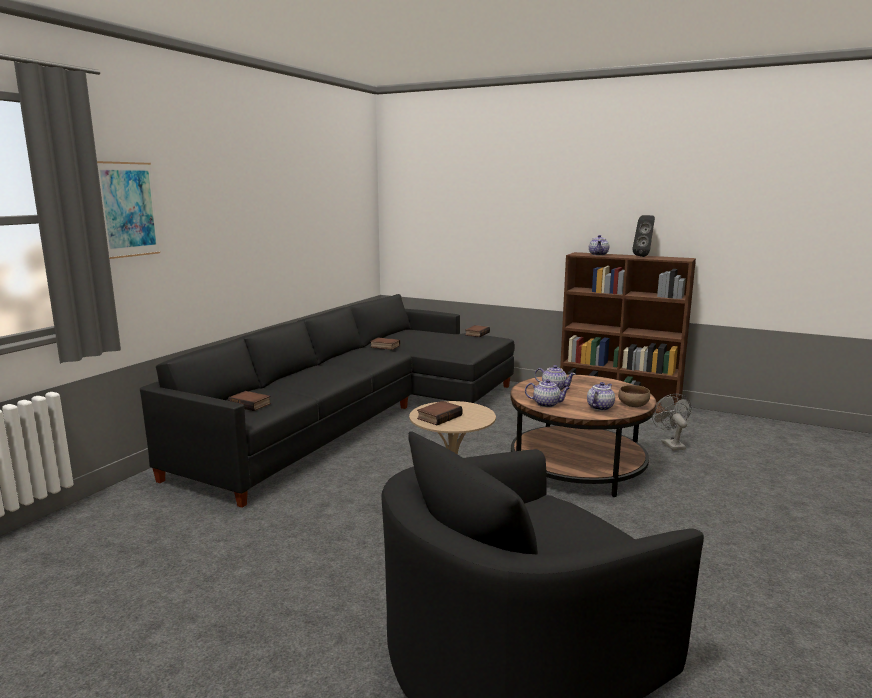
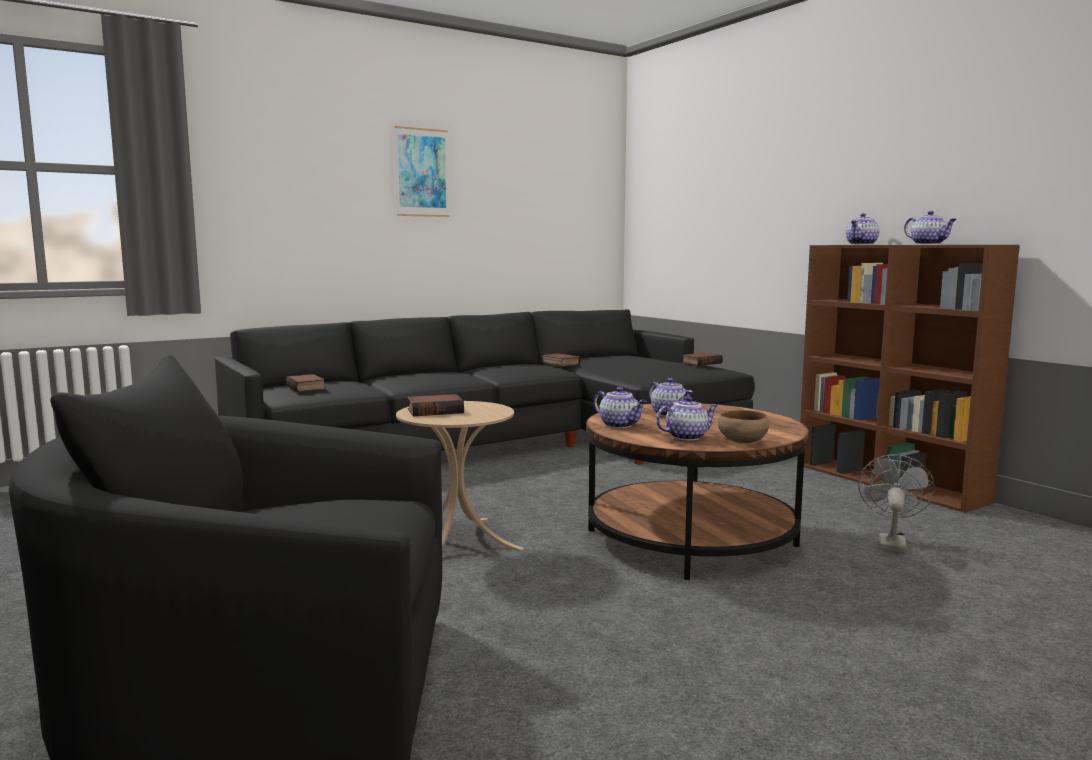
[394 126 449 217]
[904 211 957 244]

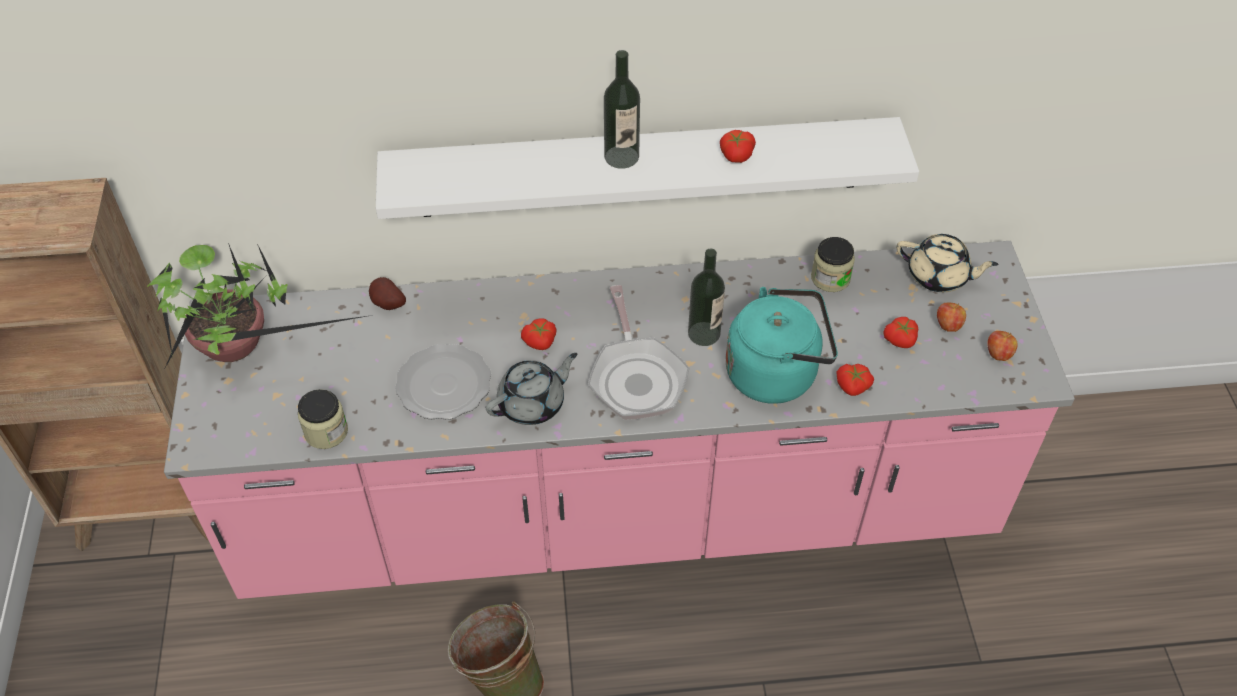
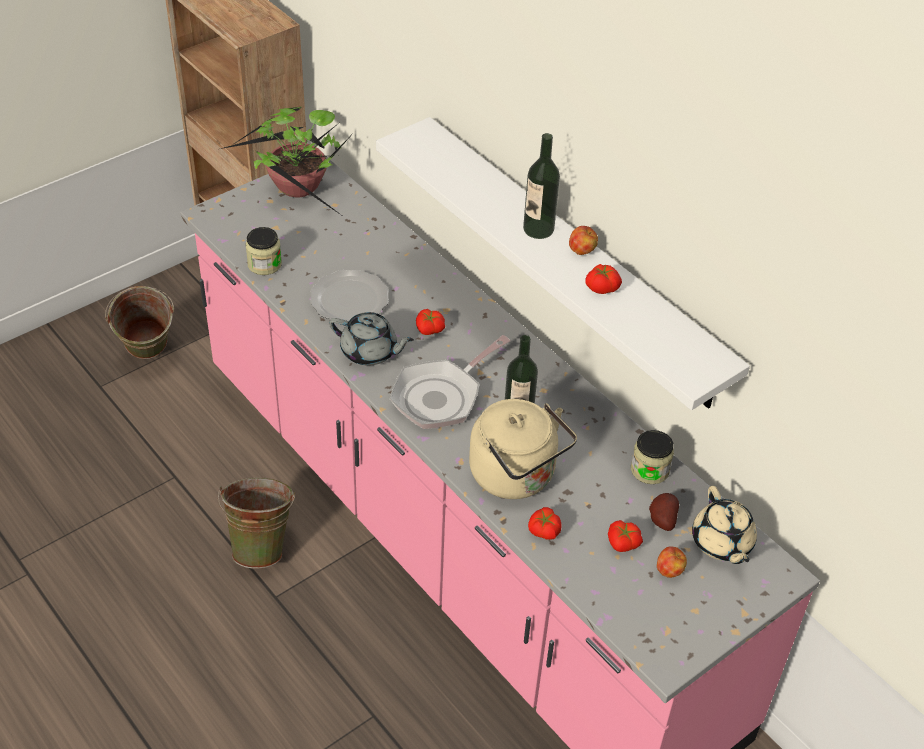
[649 493 679 531]
[469 399 577 499]
[569 226 598 255]
[105 286 174 359]

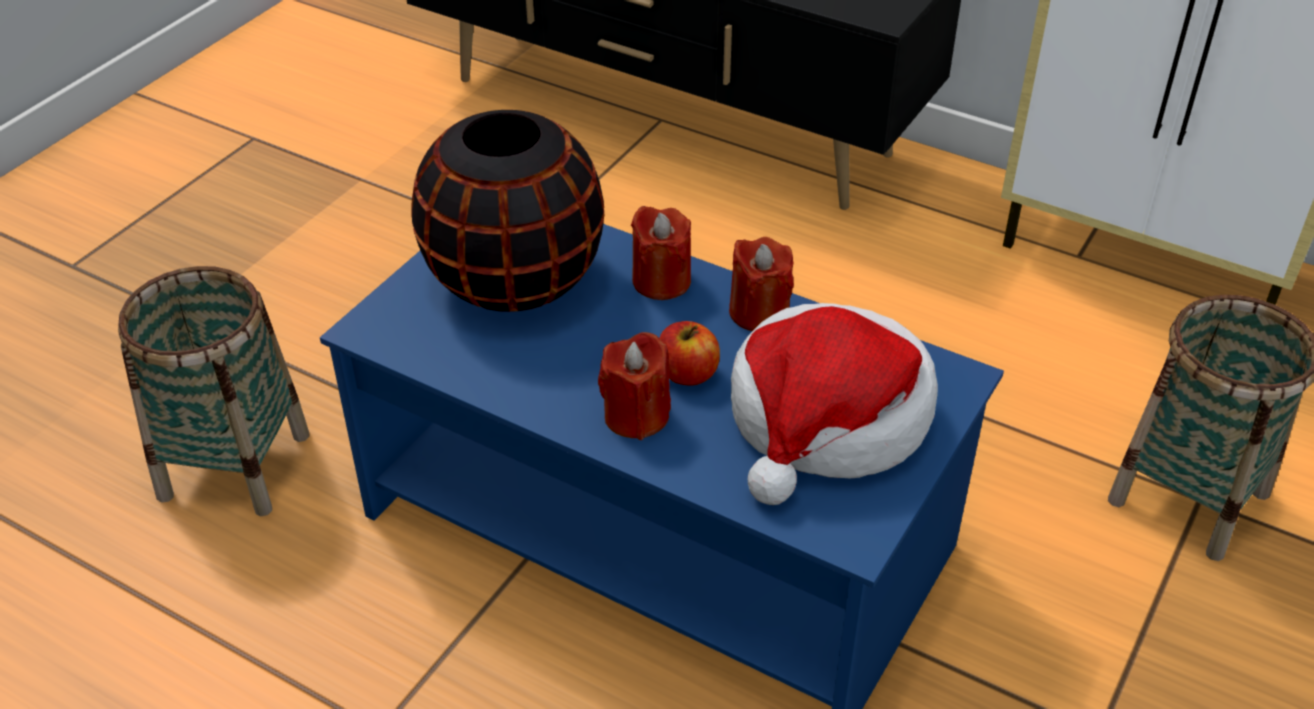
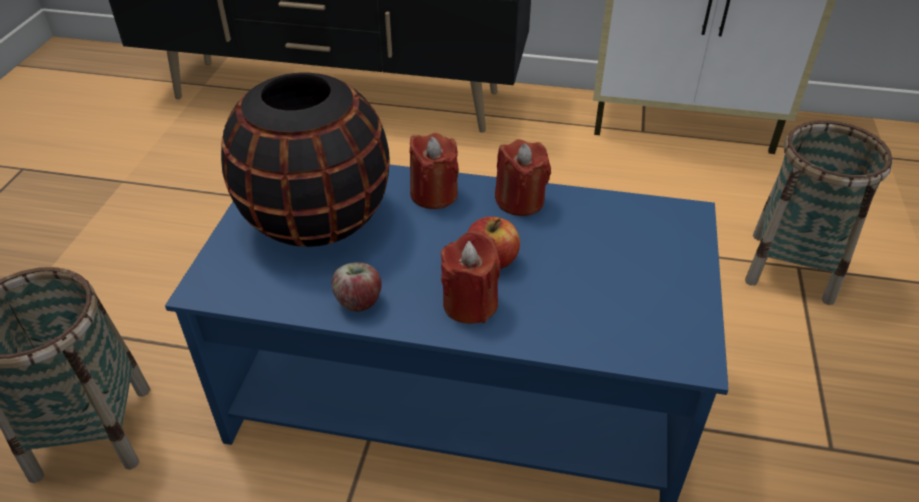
[731 303 938 505] (first image)
[332 262 382 312]

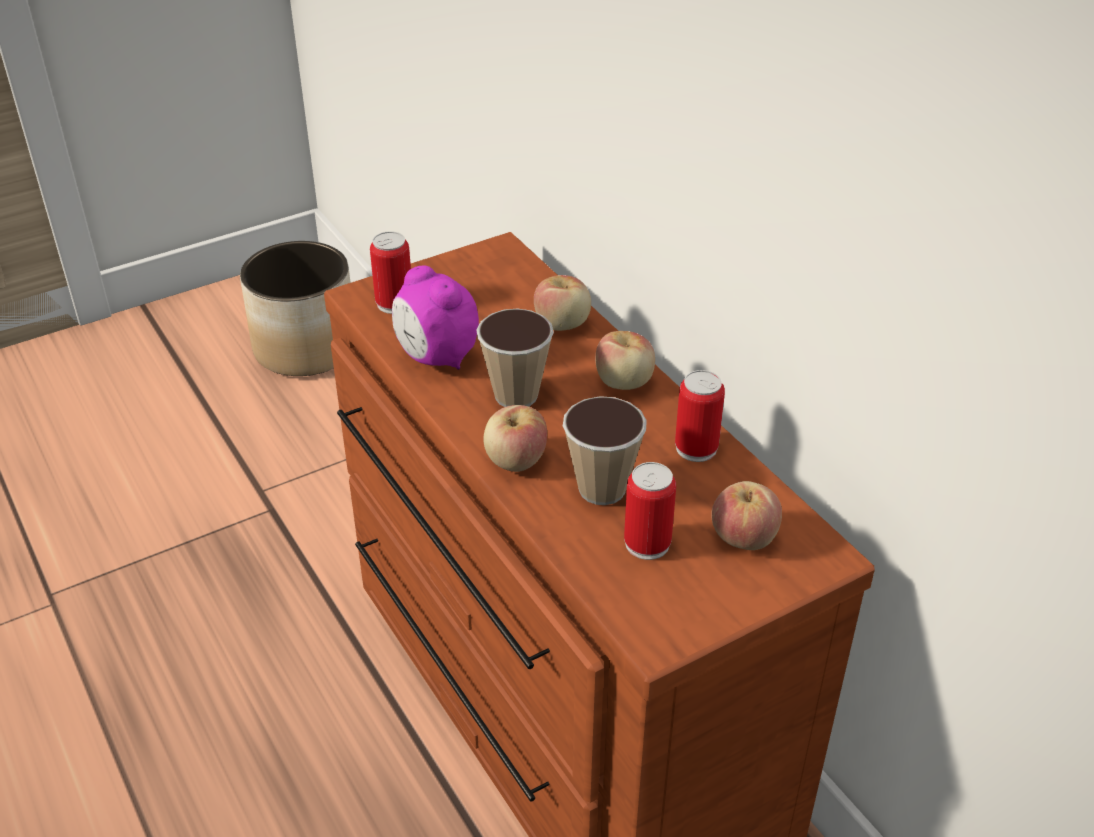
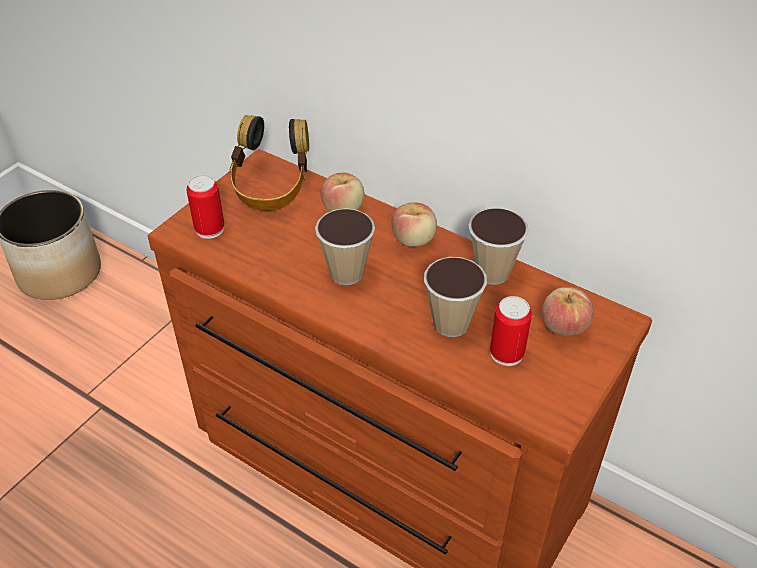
[392 266 479 370] (first image)
[483 405 547 472] (first image)
[469 208 529 285]
[230 115 309 211]

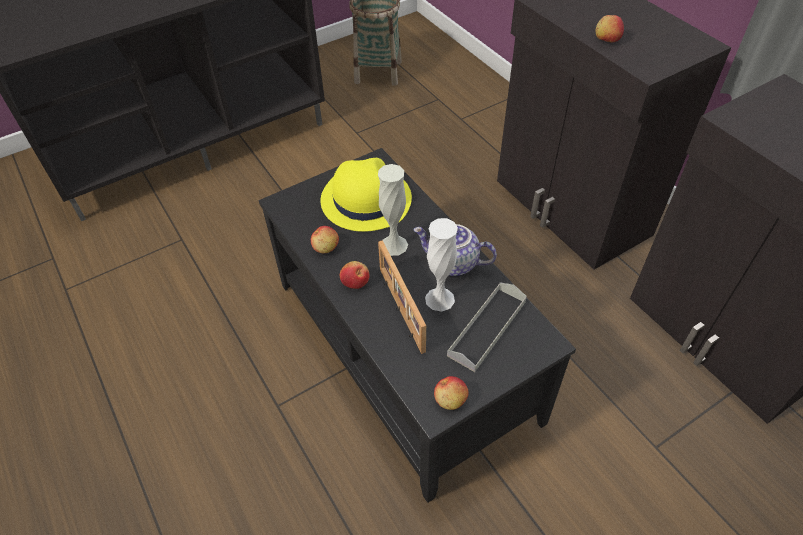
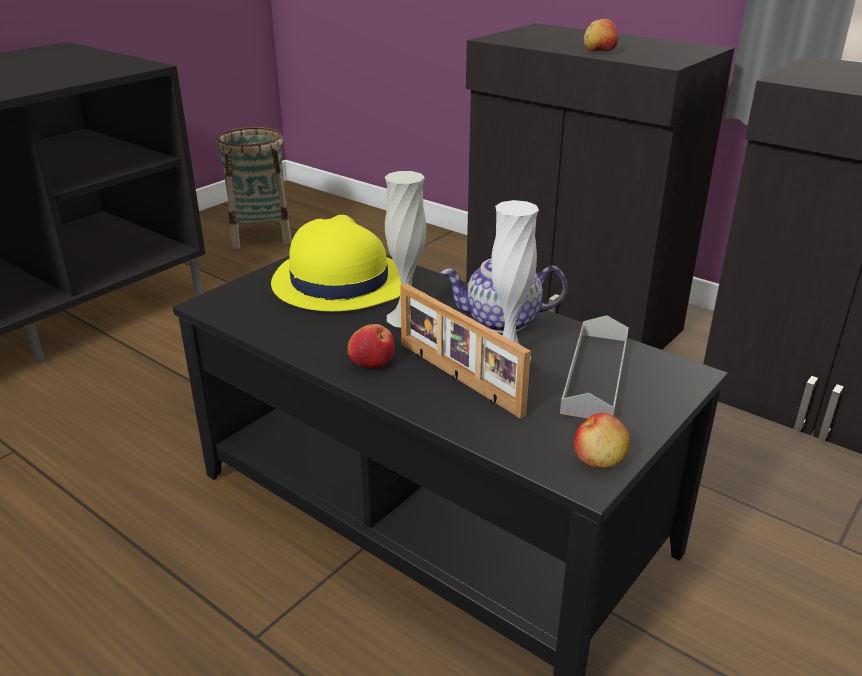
[311 226 339 253] (first image)

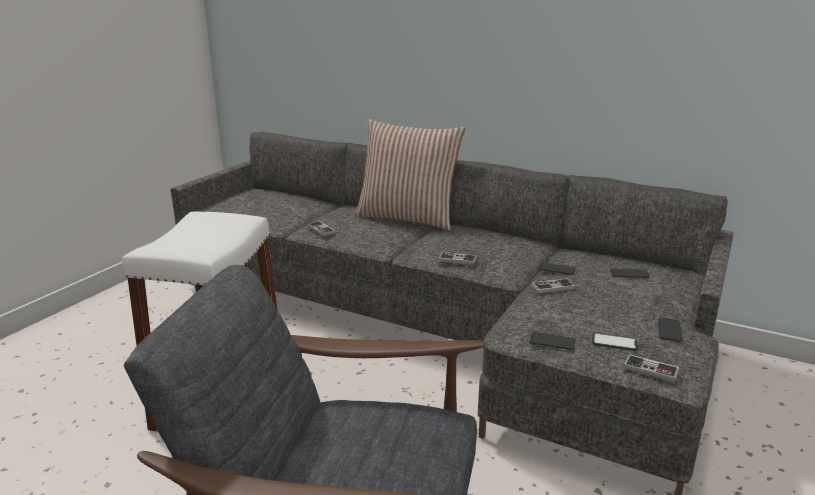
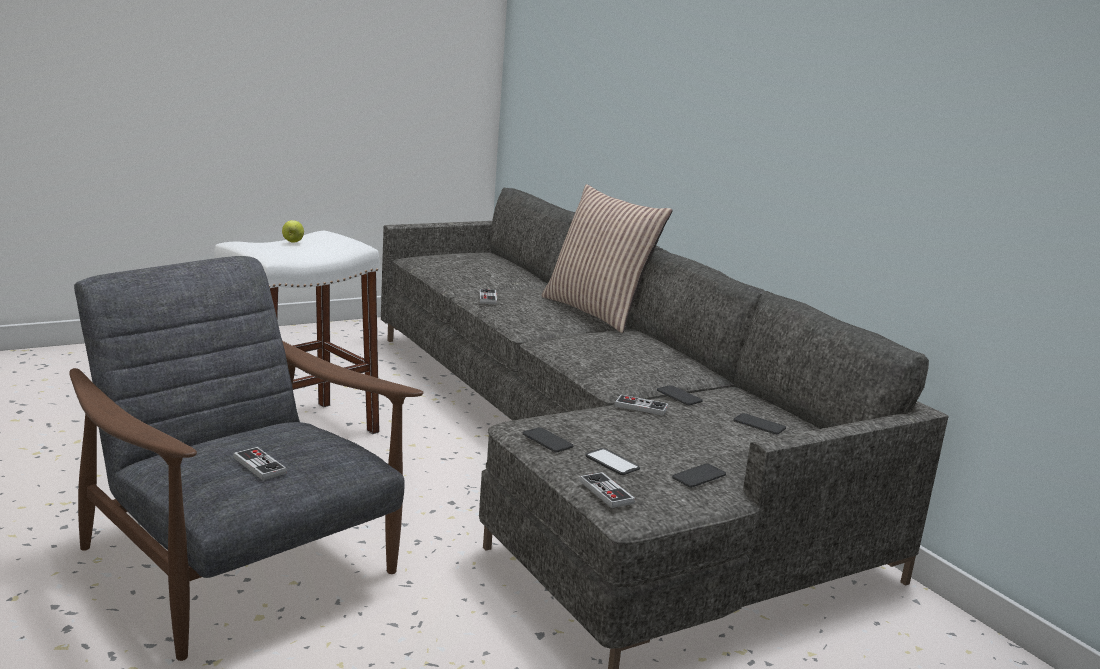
[233 447 287 480]
[282 220 304 243]

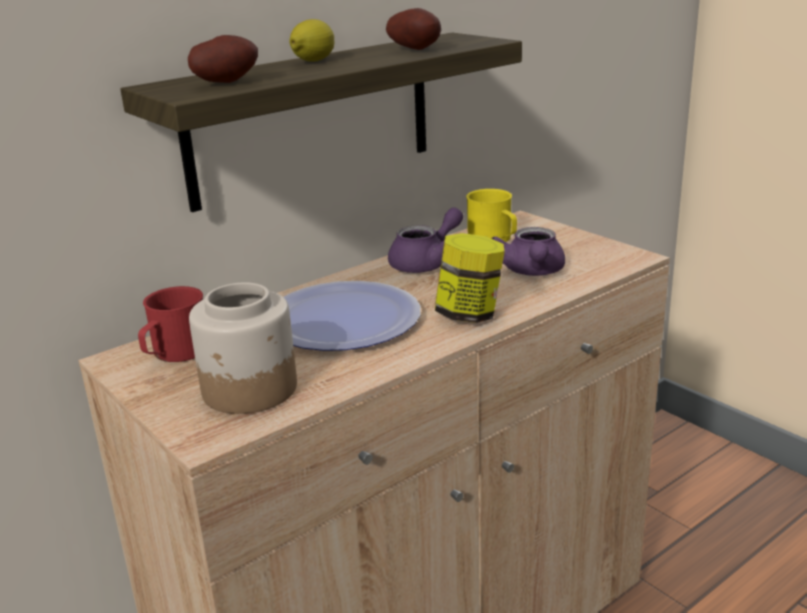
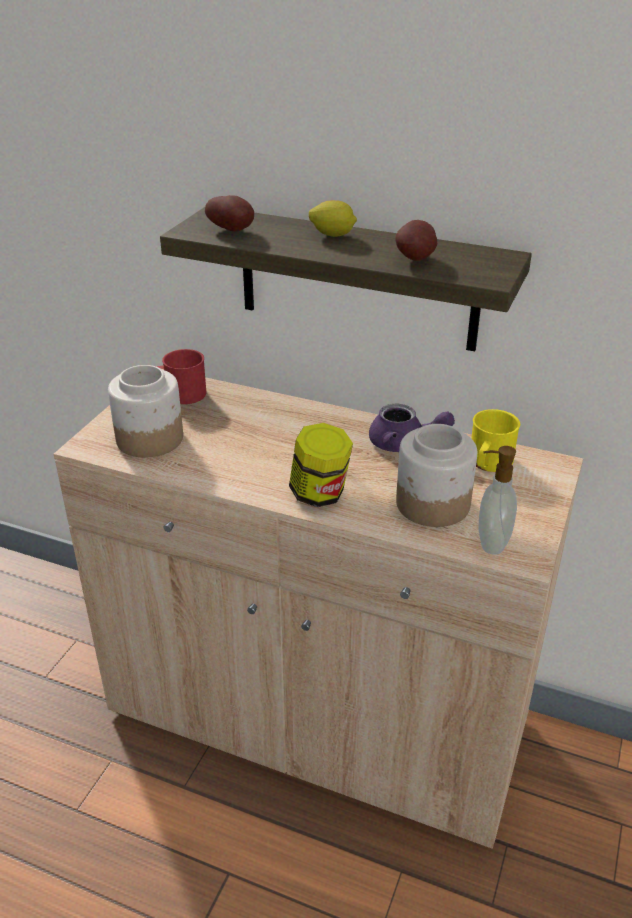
[284 281 421 351] (first image)
[396 424 477 527]
[478 446 517 555]

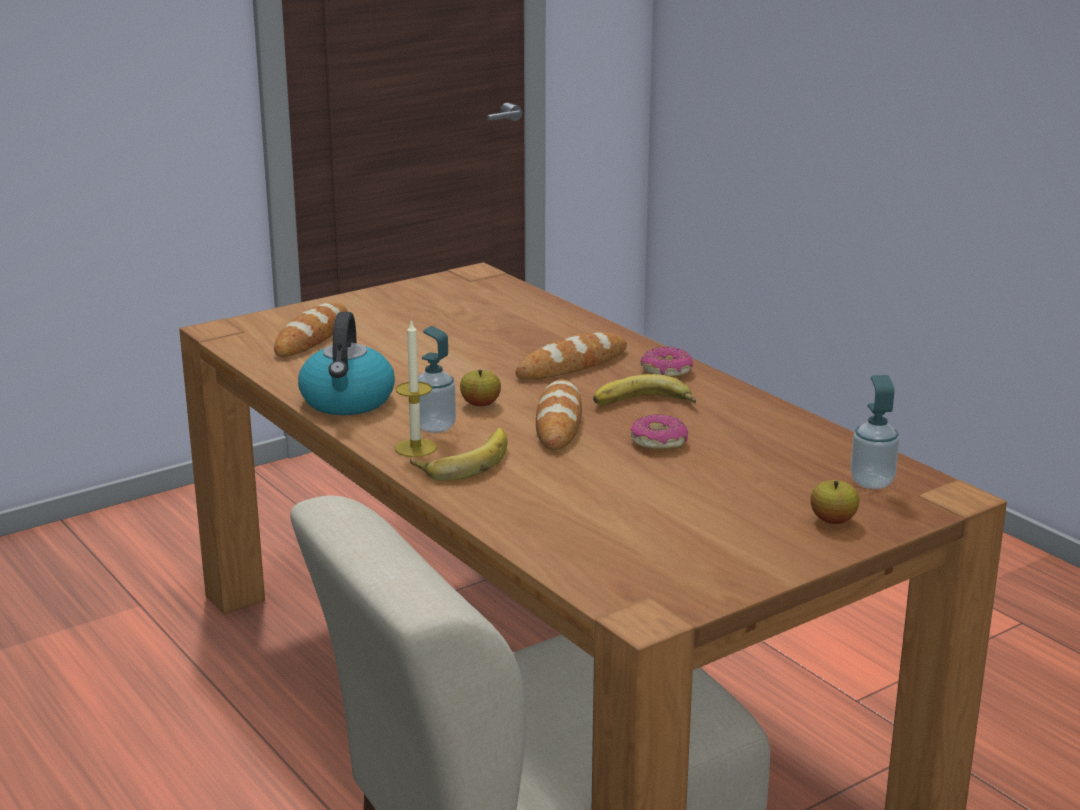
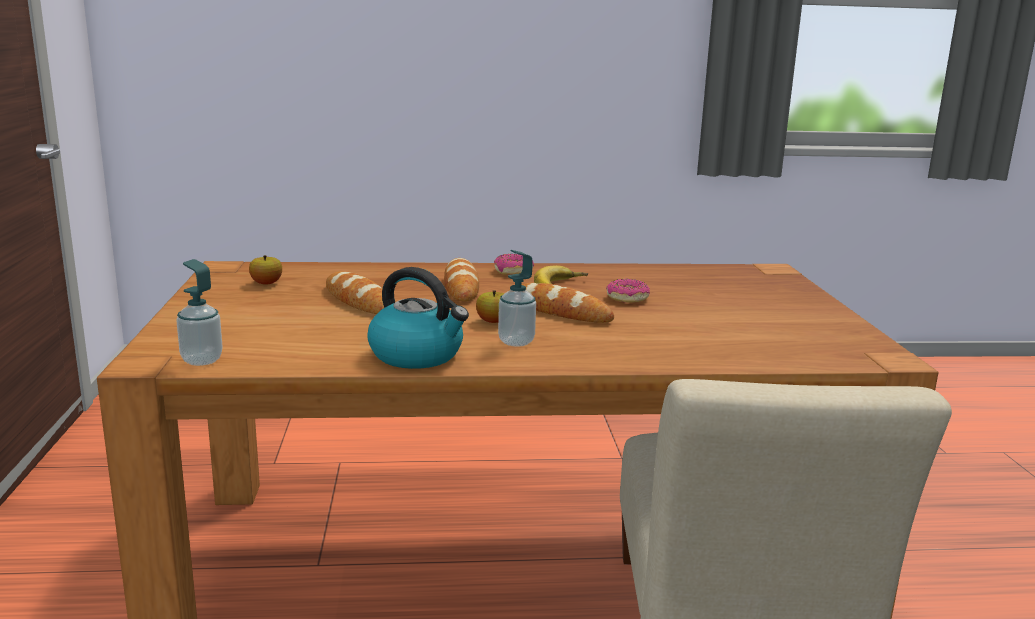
[326 271 384 314]
[395 320 437 457] (first image)
[410 428 508 481] (first image)
[249 255 282 285]
[176 259 223 366]

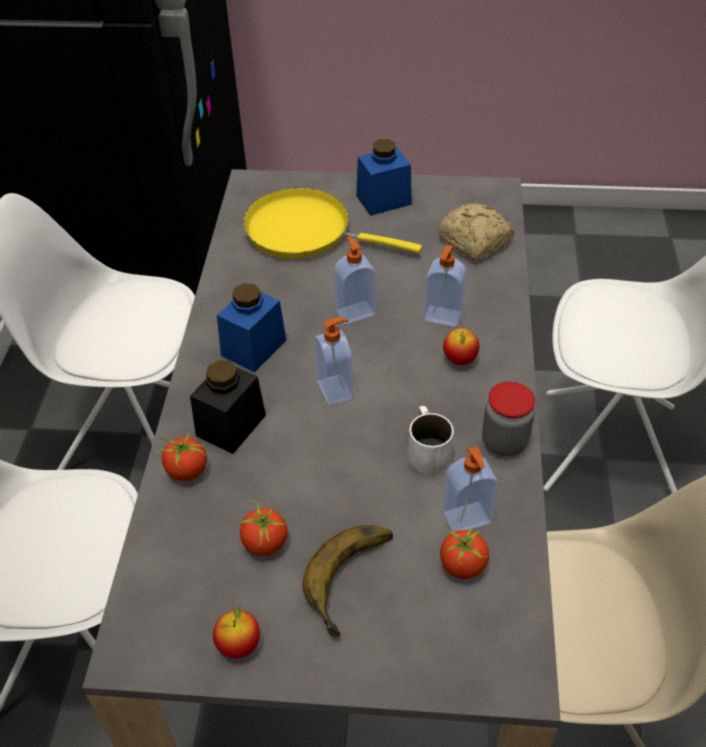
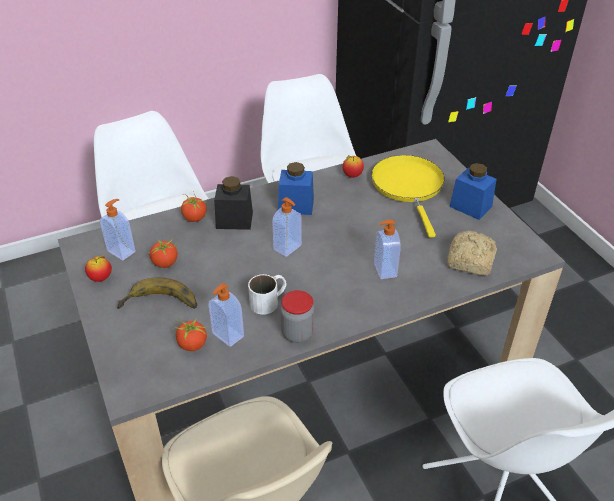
[100 199 135 260]
[342 155 364 178]

